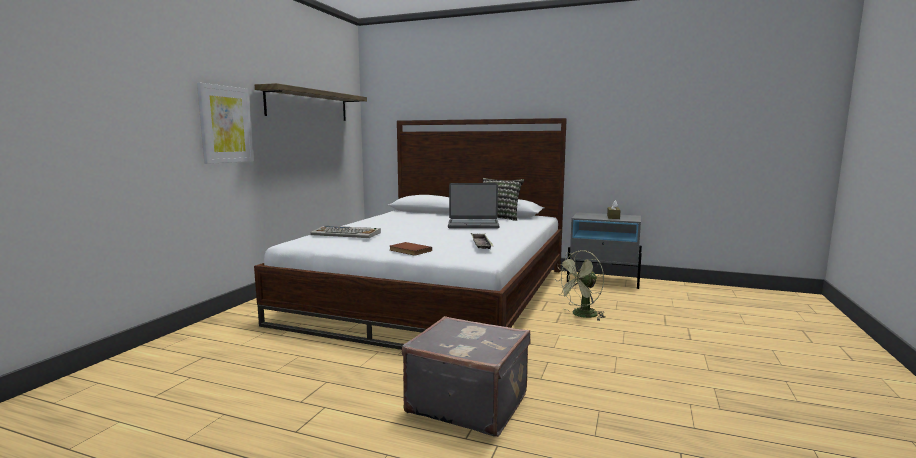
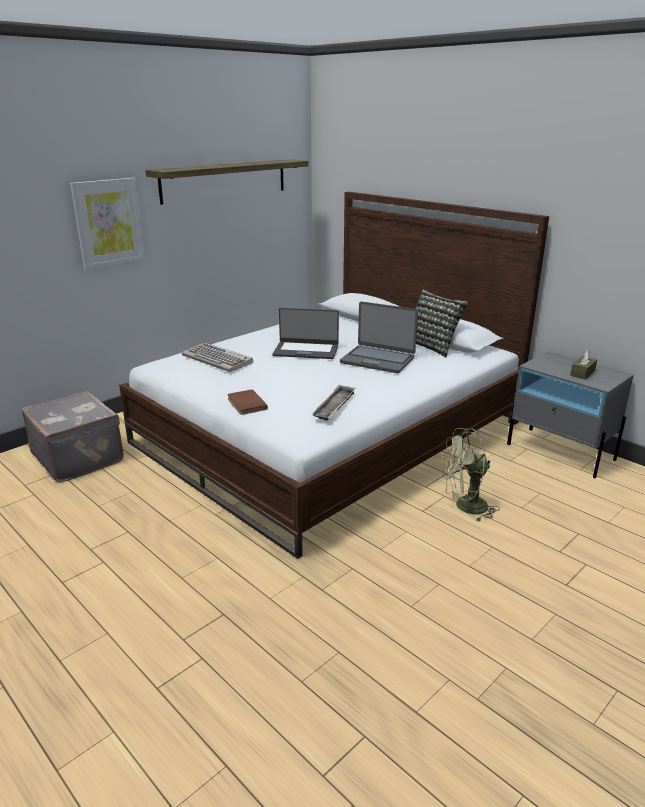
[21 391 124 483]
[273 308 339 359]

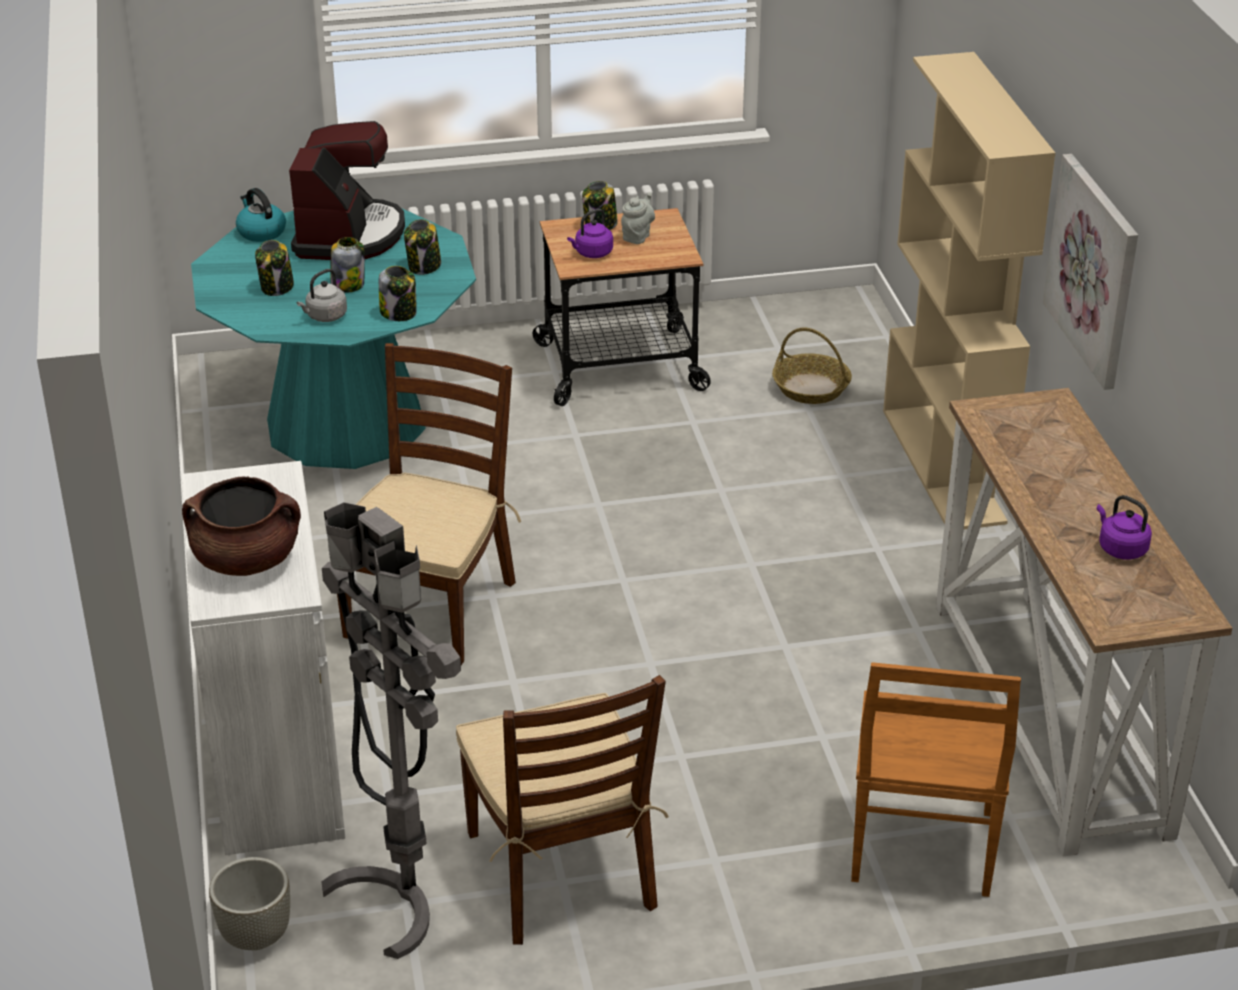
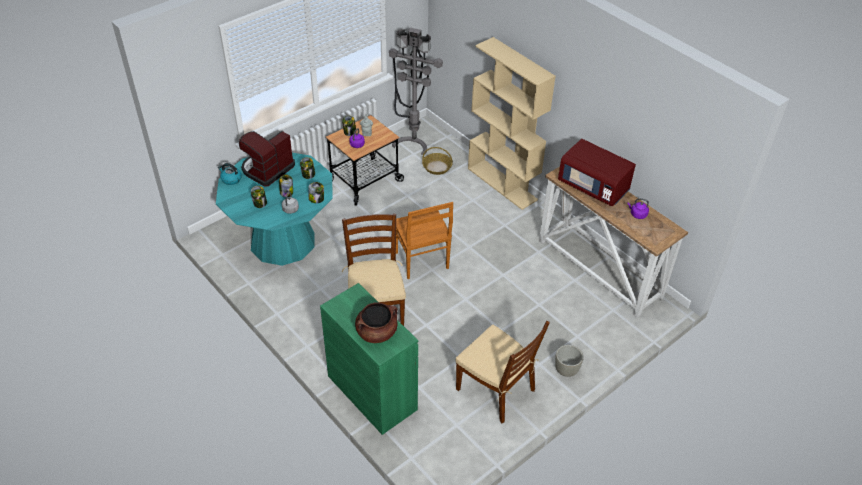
[320 283 418 435]
[555 345 583 377]
[239 130 295 187]
[389 28 443 155]
[396 202 453 279]
[1043 154 1138 390] (first image)
[558 139 636 206]

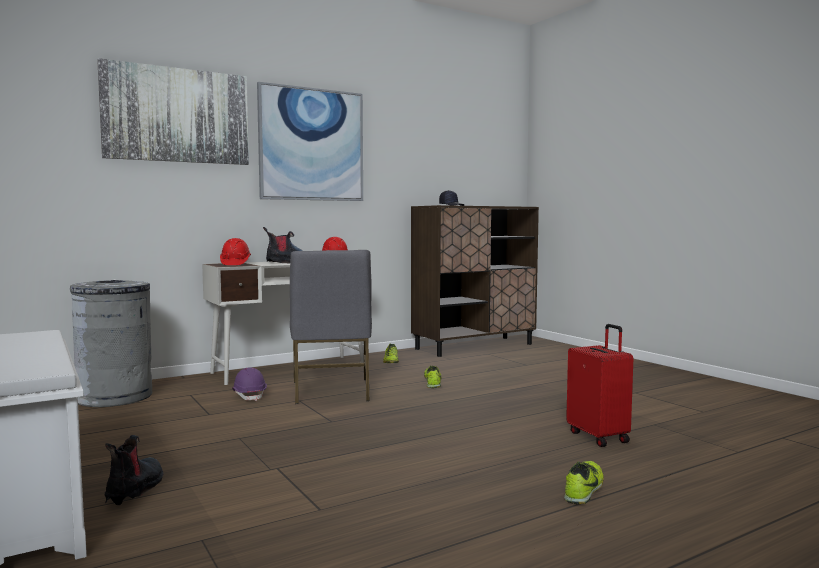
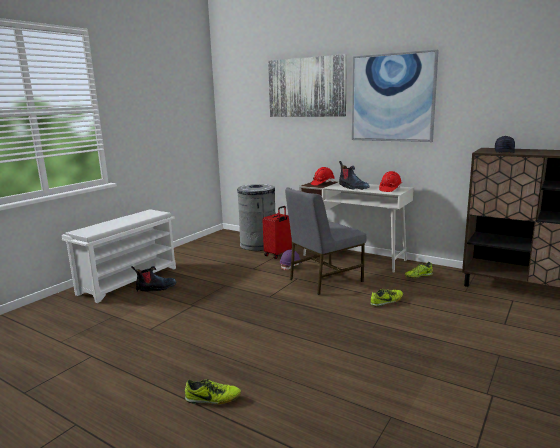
[262 206 292 259]

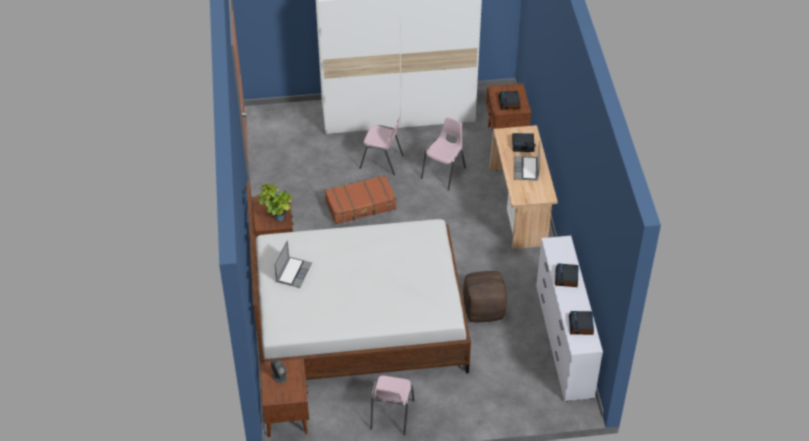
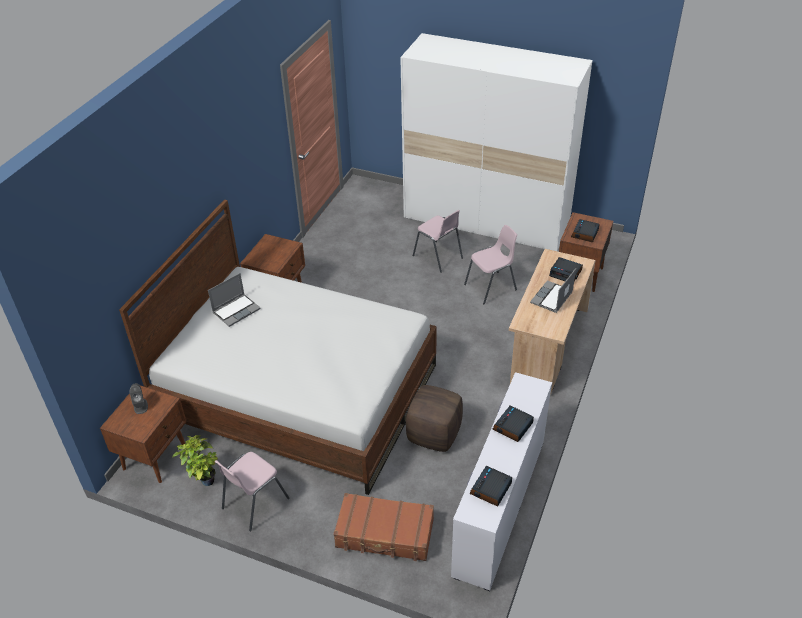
[172 435 218 486]
[333 493 434 561]

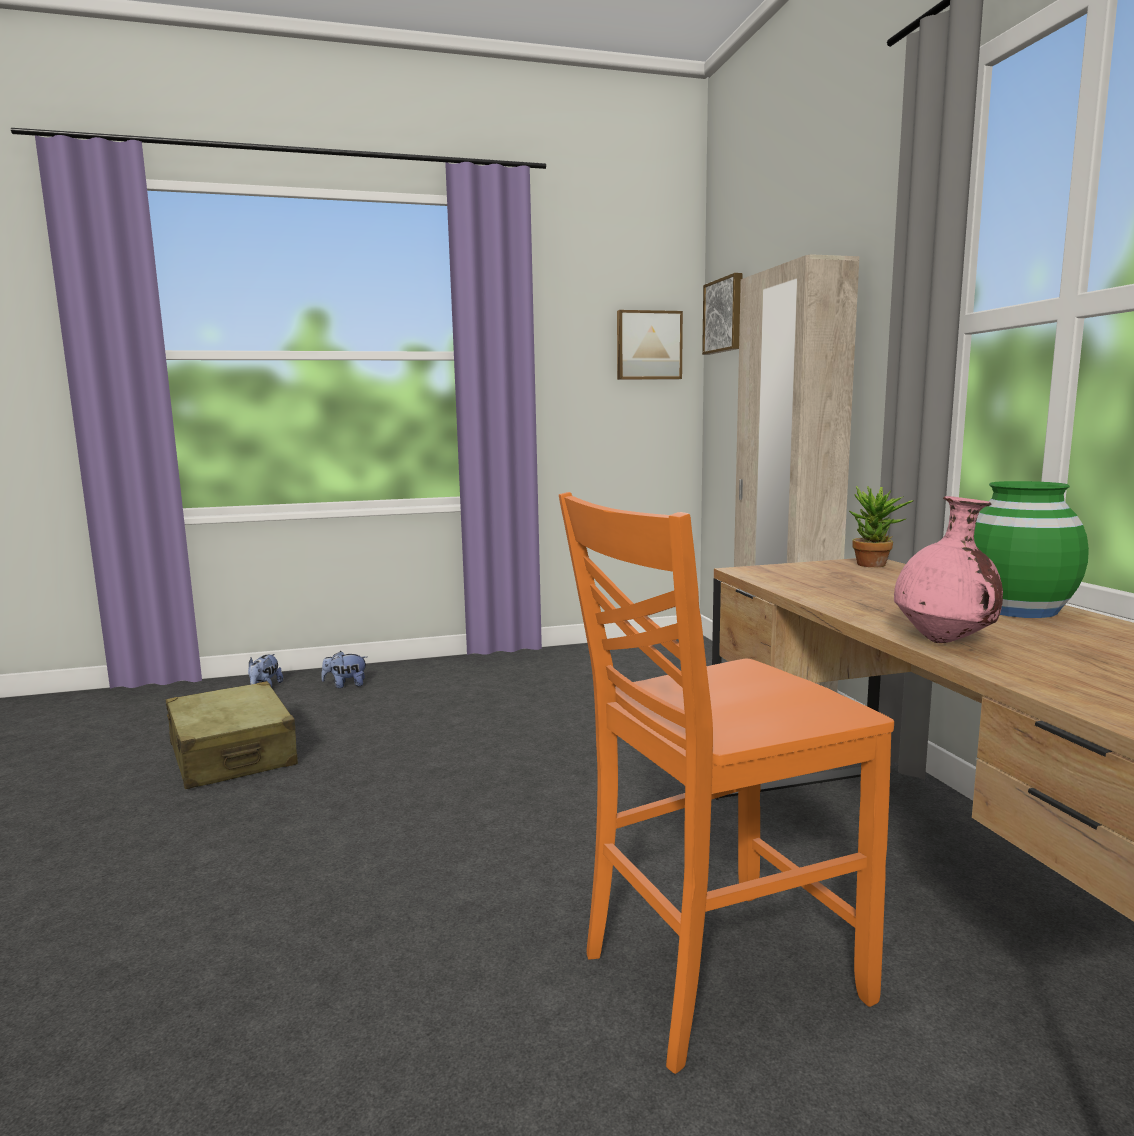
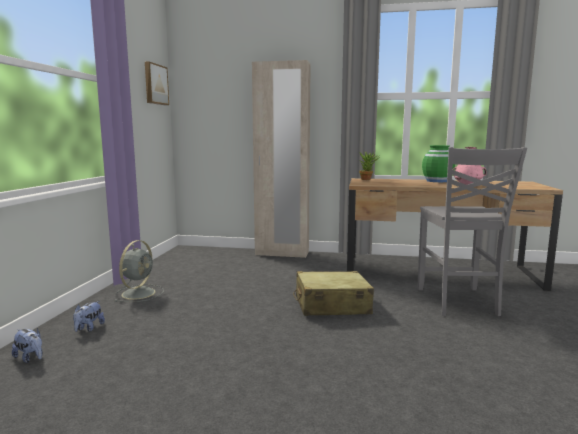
[293 271 374 316]
[417 147 527 316]
[702 273 743 355] (first image)
[114 240 164 302]

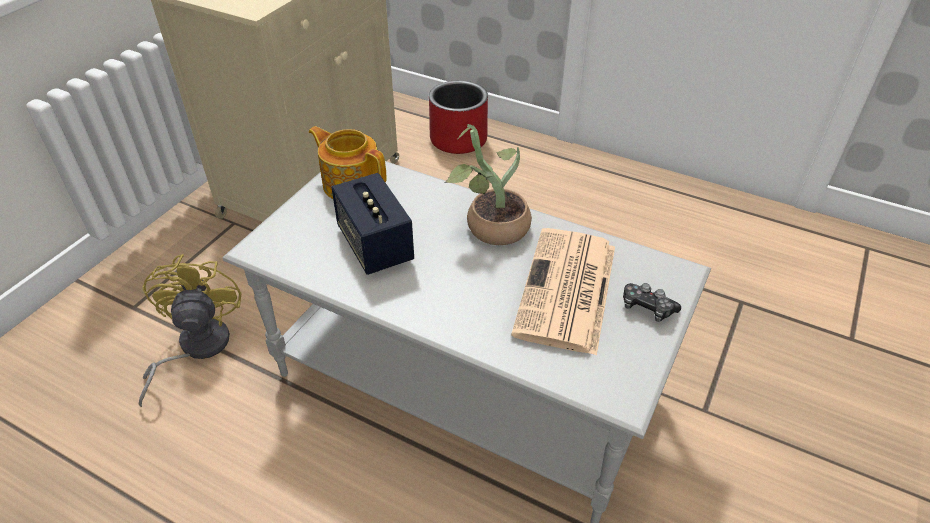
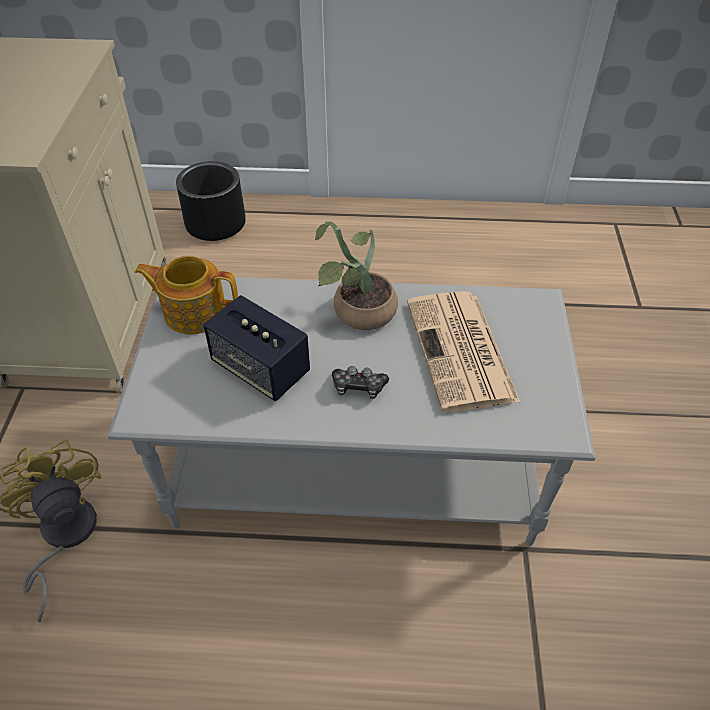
[176 161 246 241]
[332 366 389 399]

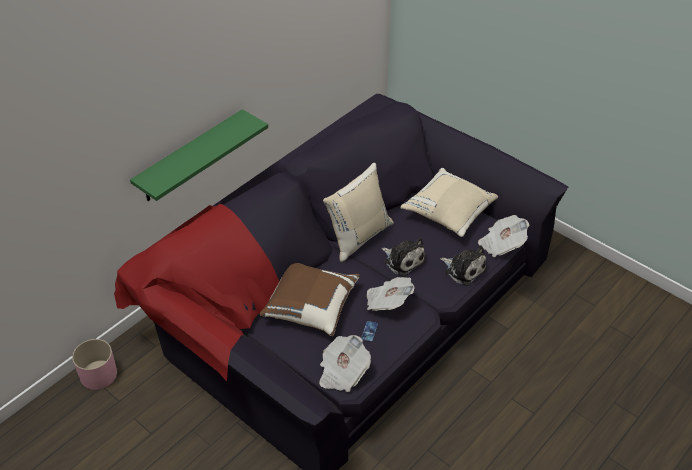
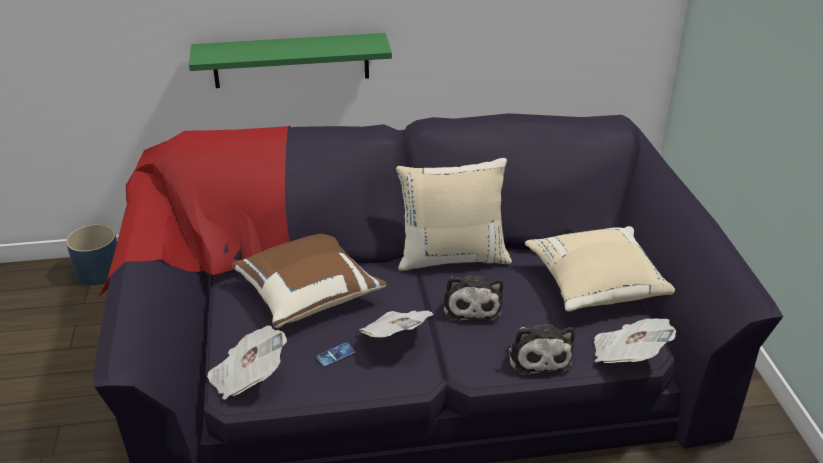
[66 224 117 285]

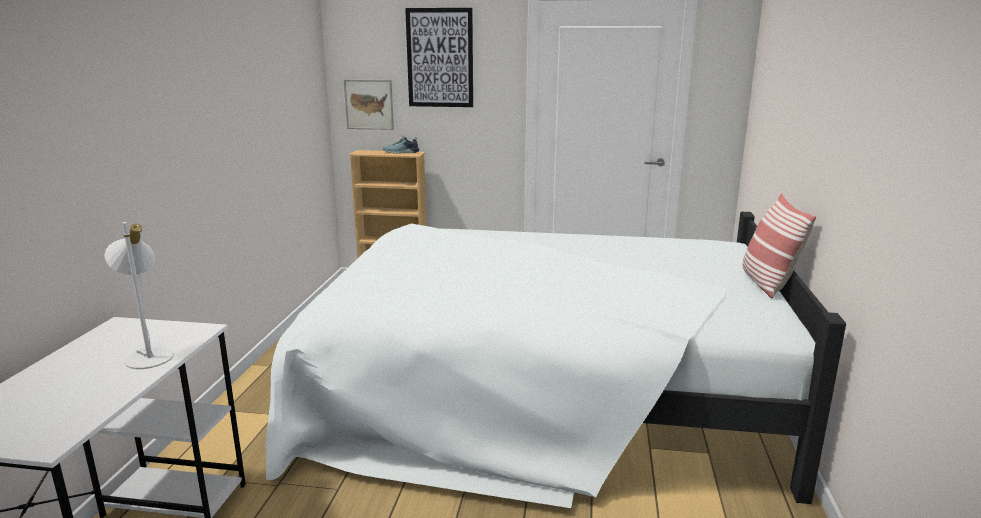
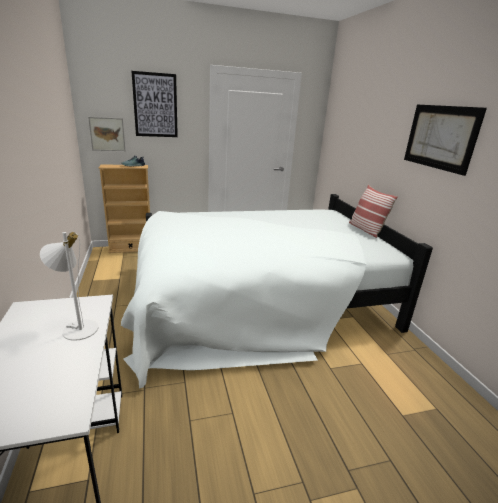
[404 105 487 176]

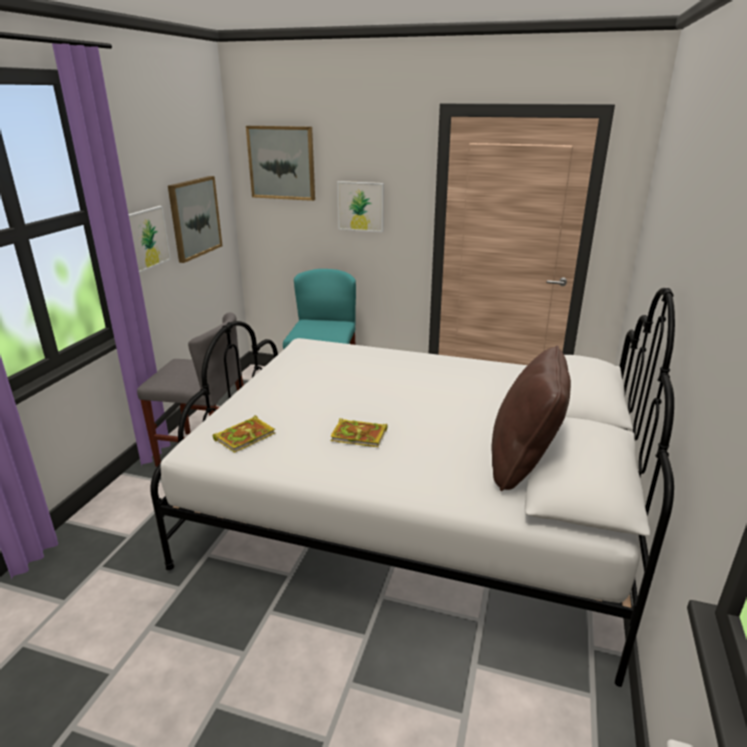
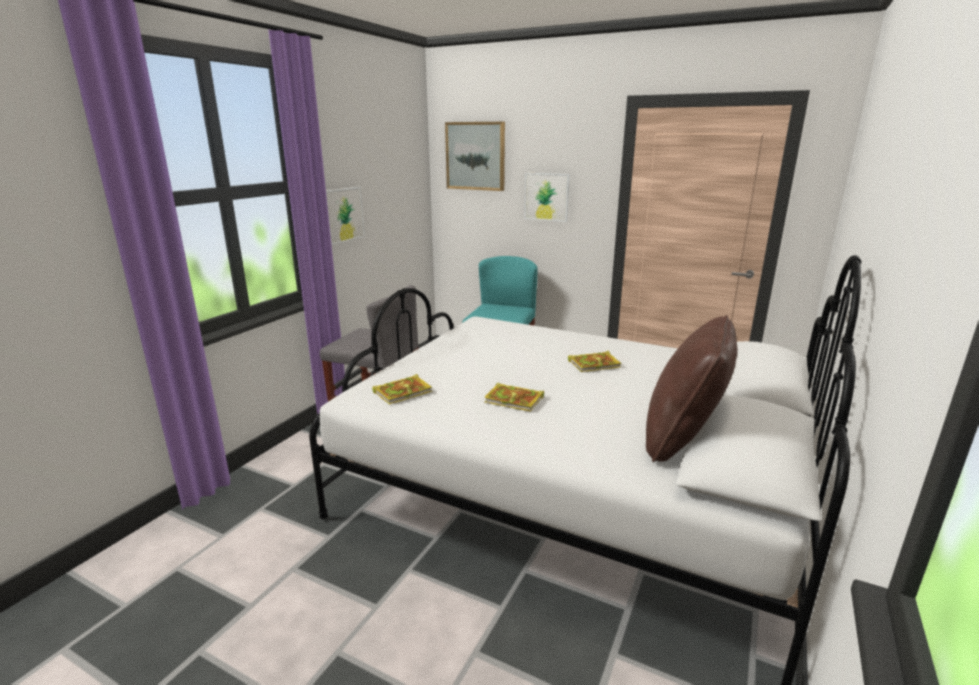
[168 176 222 263] (first image)
[568 351 622 372]

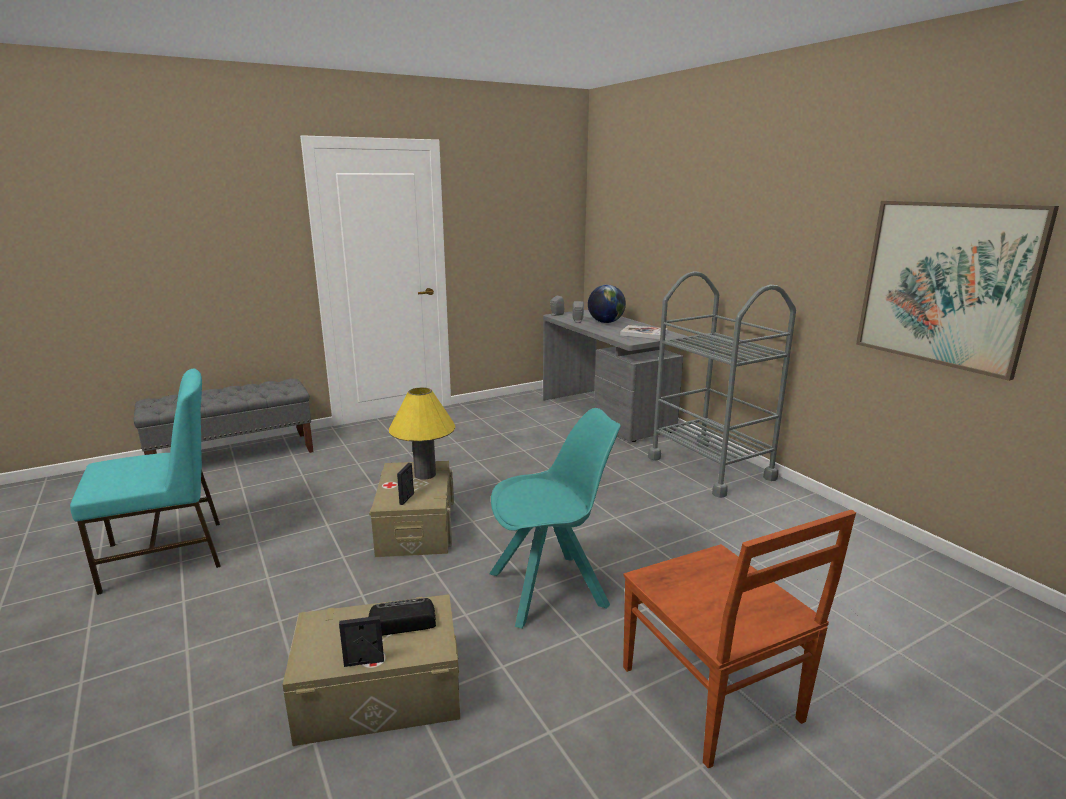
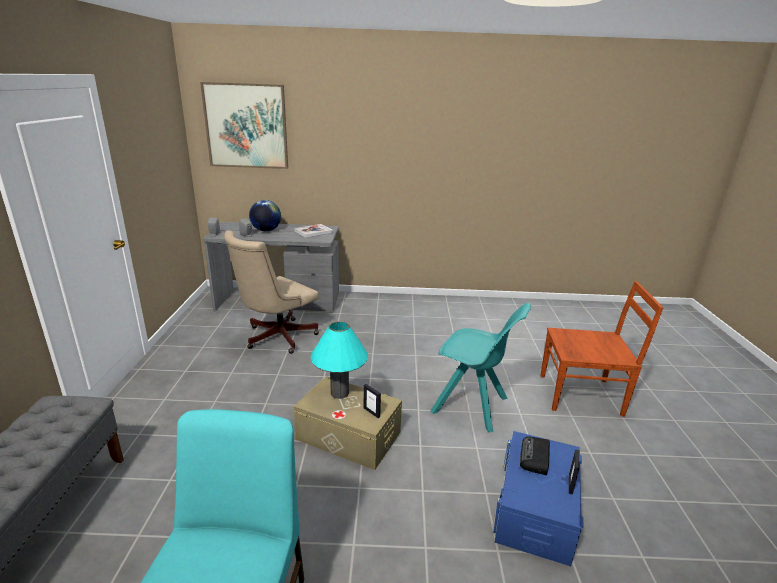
[492 431 583 566]
[310 322 368 399]
[430 303 531 432]
[648 271 796 498] (first image)
[200 82 288 169]
[224 230 319 354]

